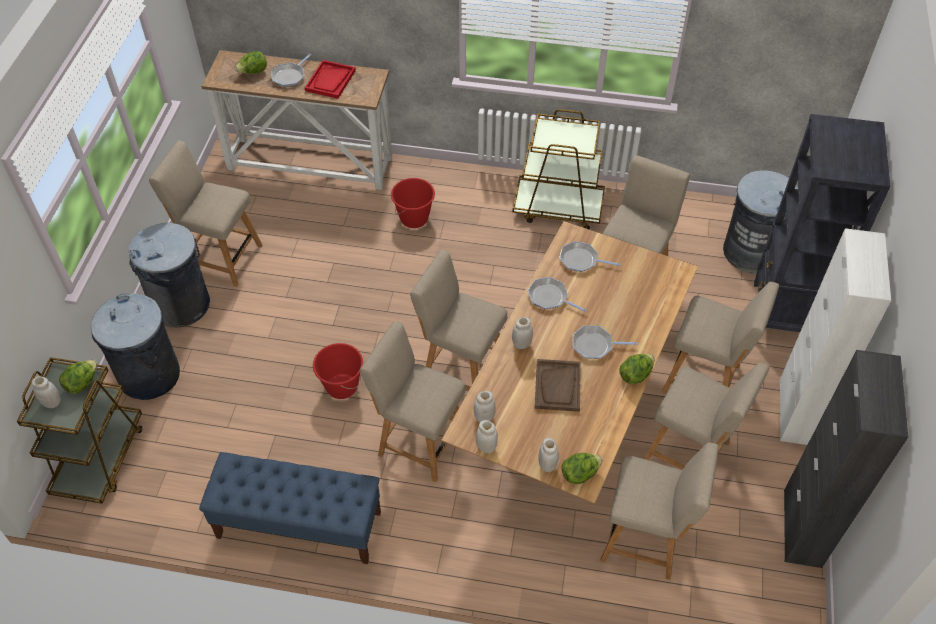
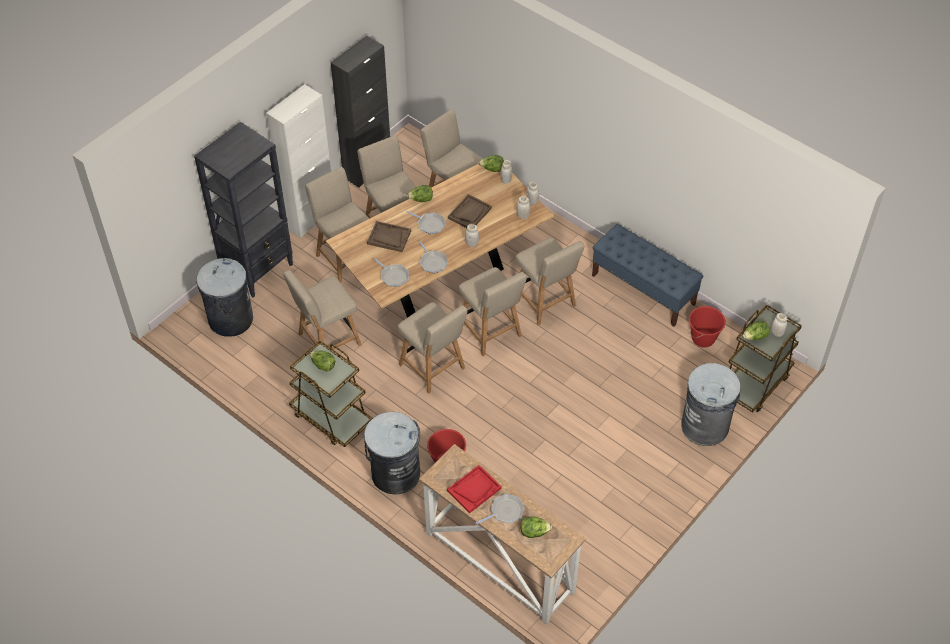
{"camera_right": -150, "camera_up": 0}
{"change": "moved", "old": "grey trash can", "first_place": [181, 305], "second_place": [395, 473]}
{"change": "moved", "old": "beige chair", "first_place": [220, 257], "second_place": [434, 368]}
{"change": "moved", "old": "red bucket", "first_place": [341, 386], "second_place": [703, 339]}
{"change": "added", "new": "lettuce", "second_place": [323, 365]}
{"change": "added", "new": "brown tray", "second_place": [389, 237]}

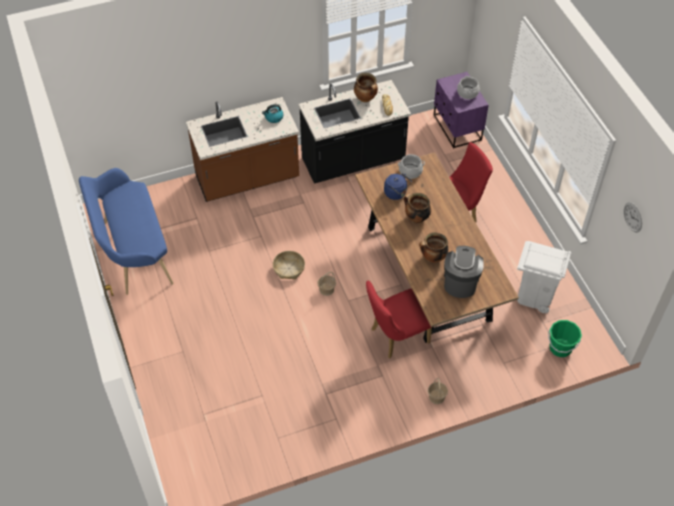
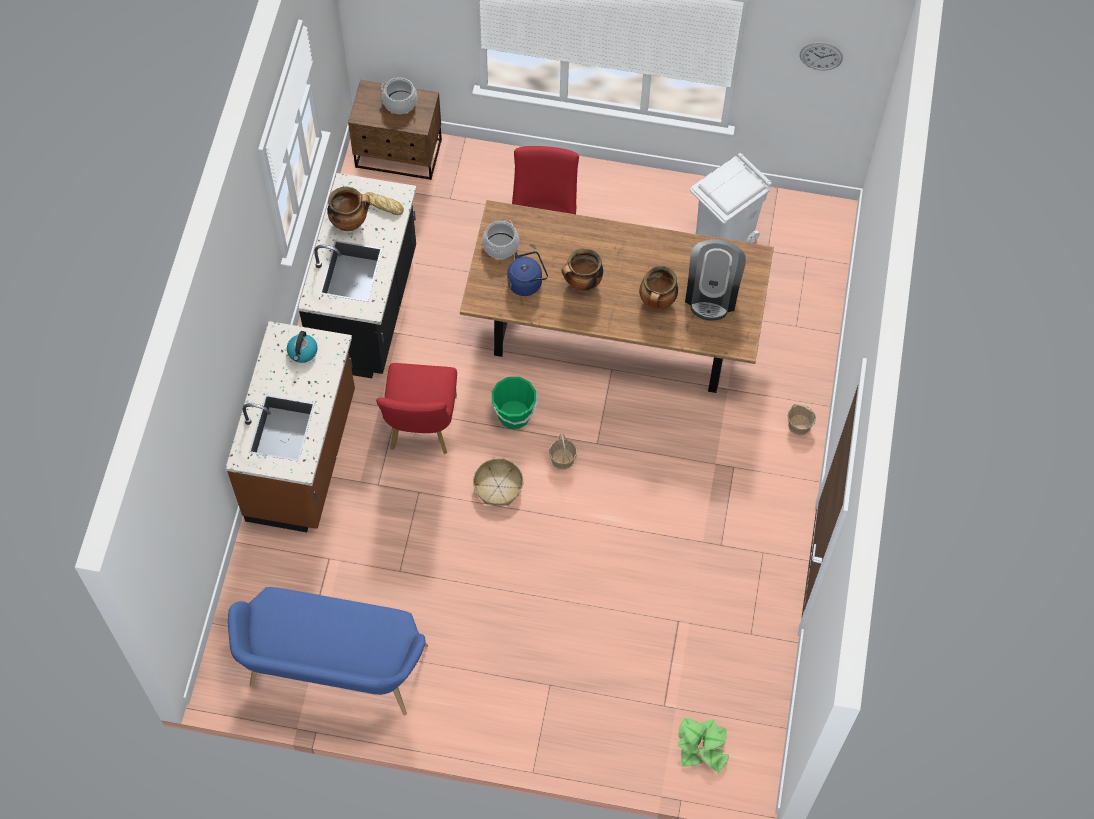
{"camera_right": -60, "camera_up": 10}
{"change": "moved", "old": "red chair", "first_place": [395, 337], "second_place": [421, 428]}
{"change": "recoloured", "old": "purple nightstand", "new": "brown nightstand", "first_place": [457, 128], "second_place": [399, 154]}
{"change": "turned", "old": "coffee machine", "first_place": [460, 281], "second_place": [712, 293], "degrees": -120}
{"change": "moved", "old": "green bucket", "first_place": [560, 348], "second_place": [514, 415]}
{"change": "added", "new": "potted plant", "second_place": [702, 746]}

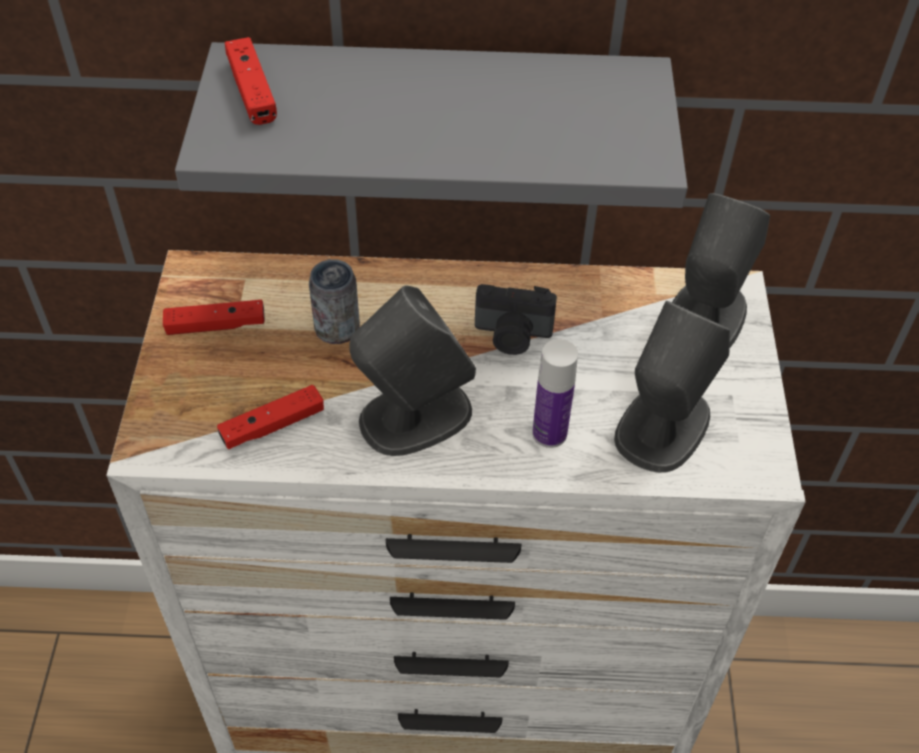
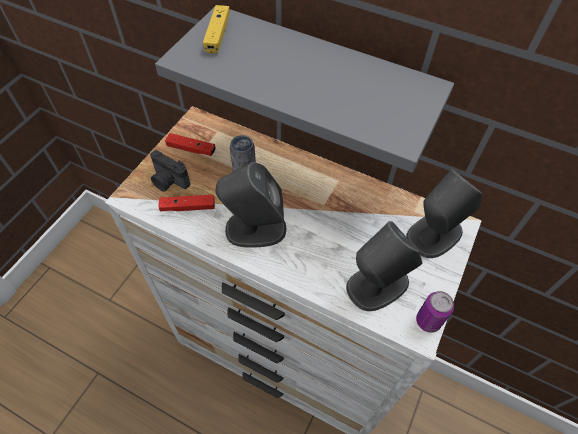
{"camera_right": 25, "camera_up": 5}
{"change": "recoloured", "old": "red game controller", "new": "yellow game controller", "first_place": [252, 91], "second_place": [217, 35]}
{"change": "moved", "old": "photo camera", "first_place": [512, 336], "second_place": [168, 181]}
{"change": "removed", "old": "bottle", "first_place": [549, 433]}
{"change": "added", "new": "can", "second_place": [428, 321]}

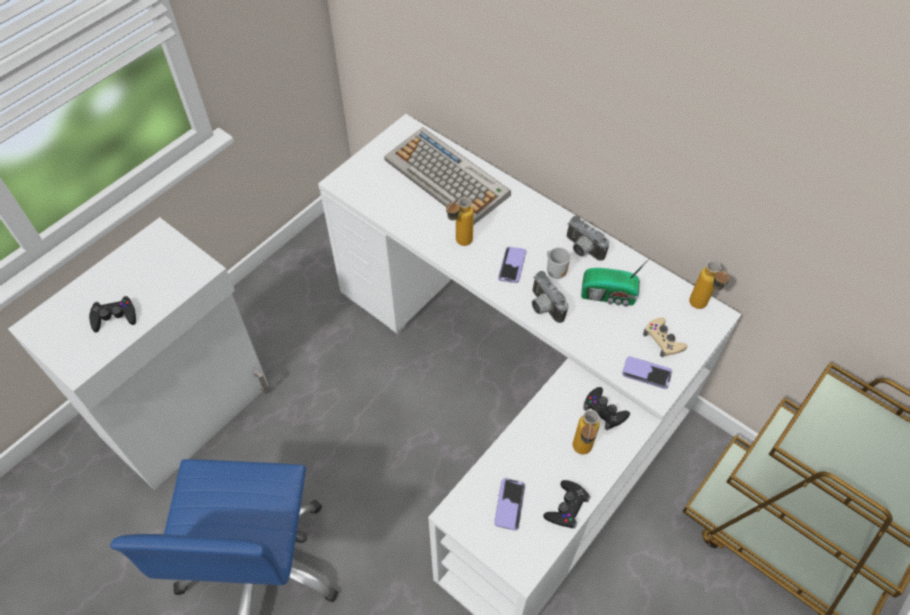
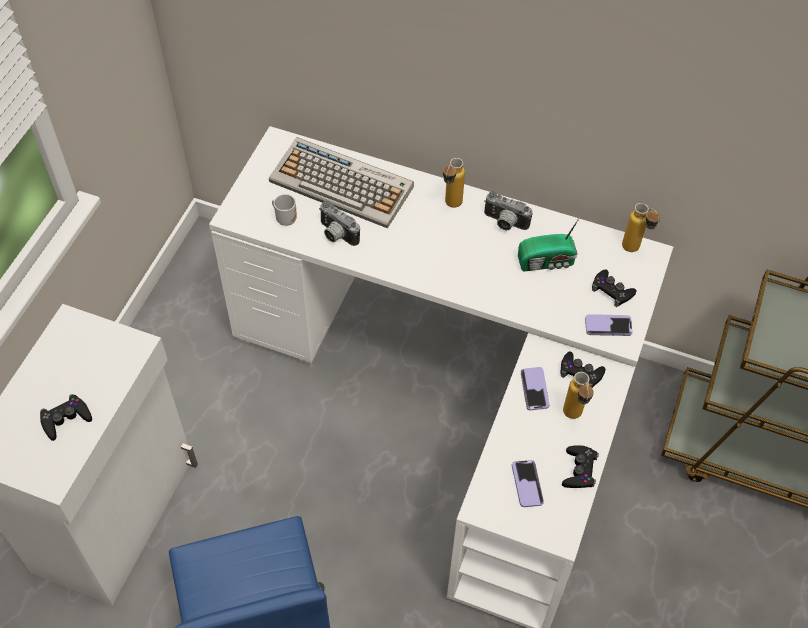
{"camera_right": -20, "camera_up": 0}
{"change": "moved", "old": "bottle", "first_place": [459, 244], "second_place": [450, 206]}
{"change": "moved", "old": "phone", "first_place": [512, 265], "second_place": [534, 389]}
{"change": "moved", "old": "photo camera", "first_place": [543, 307], "second_place": [336, 235]}
{"change": "moved", "old": "mug", "first_place": [556, 271], "second_place": [286, 219]}
{"change": "recoloured", "old": "beige game controller", "new": "black game controller", "first_place": [663, 340], "second_place": [612, 291]}

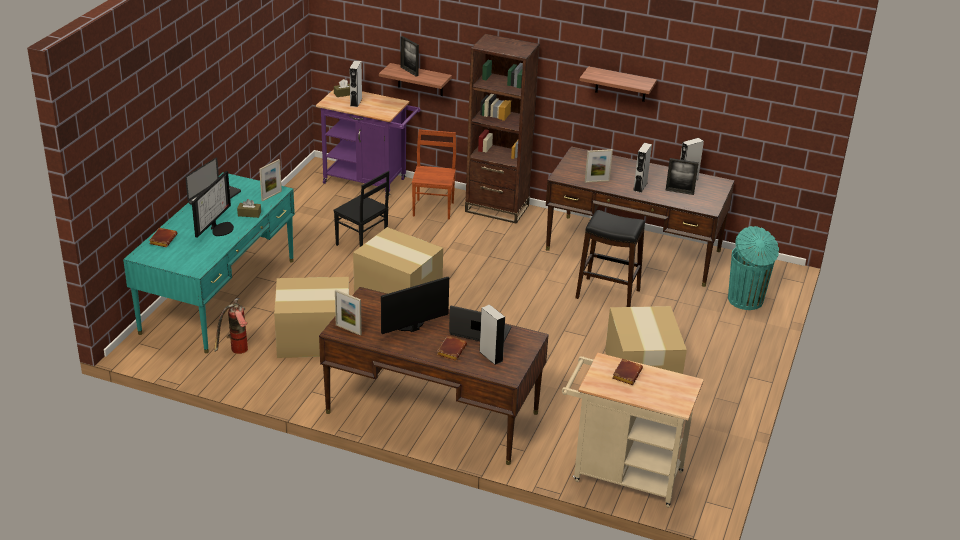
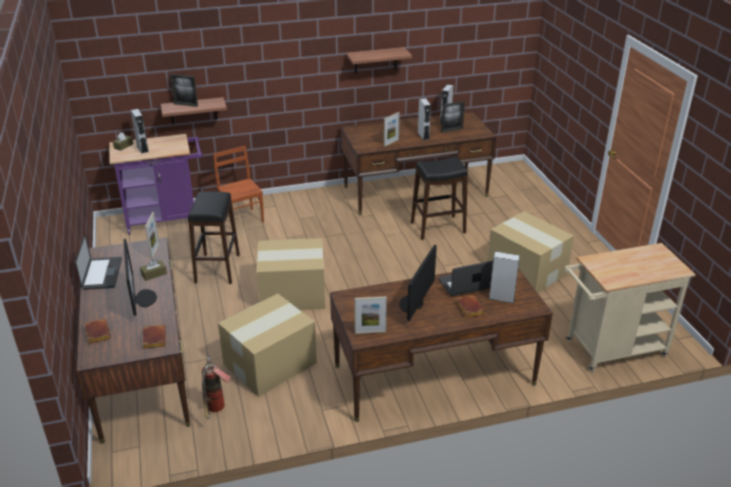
{"camera_right": -35, "camera_up": 0}
{"change": "recoloured", "old": "turquoise desk", "new": "brown desk", "first_place": [219, 296], "second_place": [142, 368]}
{"change": "replaced", "old": "black chair", "new": "black stool", "first_place": [362, 244], "second_place": [217, 269]}
{"change": "removed", "old": "brown bookcase", "first_place": [497, 209]}
{"change": "moved", "old": "brown book", "first_place": [626, 374], "second_place": [153, 339]}
{"change": "removed", "old": "turquoise trash can", "first_place": [746, 300]}

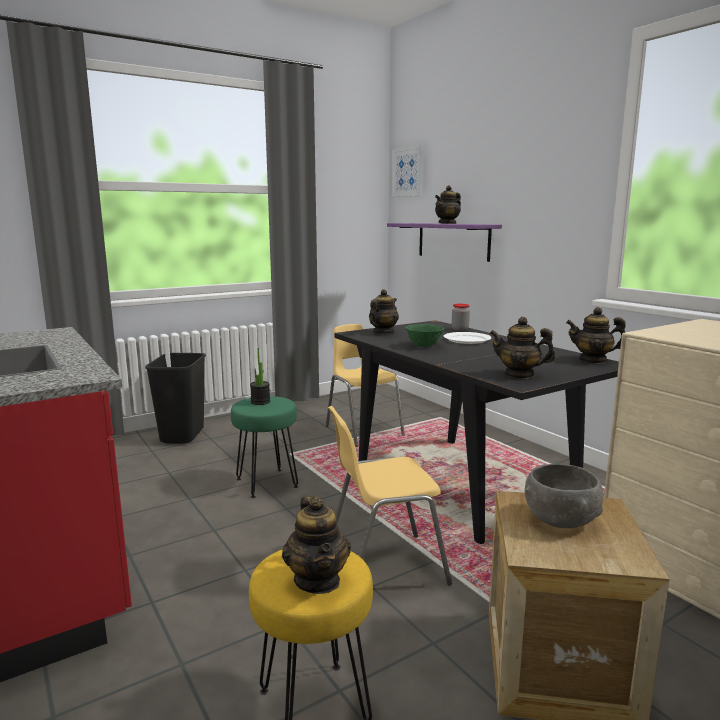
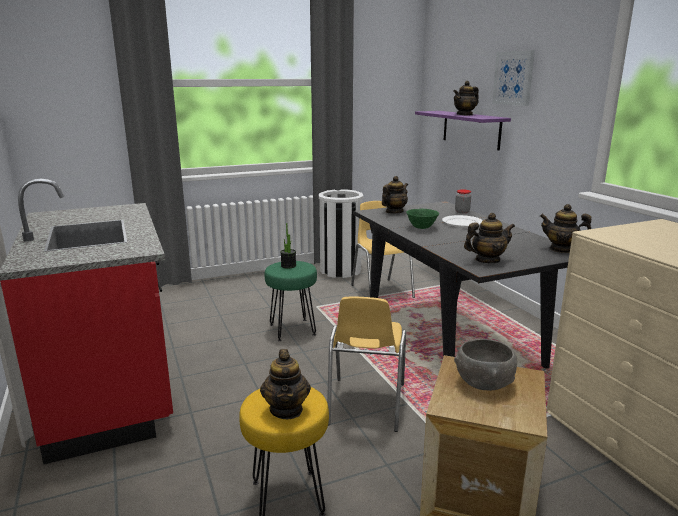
{"camera_right": 10, "camera_up": 5}
{"change": "removed", "old": "black trash can", "first_place": [183, 436]}
{"change": "turned", "old": "yellow chair", "first_place": [383, 567], "second_place": [365, 404], "degrees": -75}
{"change": "moved", "old": "picture", "first_place": [408, 172], "second_place": [513, 78]}
{"change": "turned", "old": "teapot", "first_place": [519, 375], "second_place": [487, 260], "degrees": 135}
{"change": "added", "new": "white trash can", "second_place": [340, 270]}

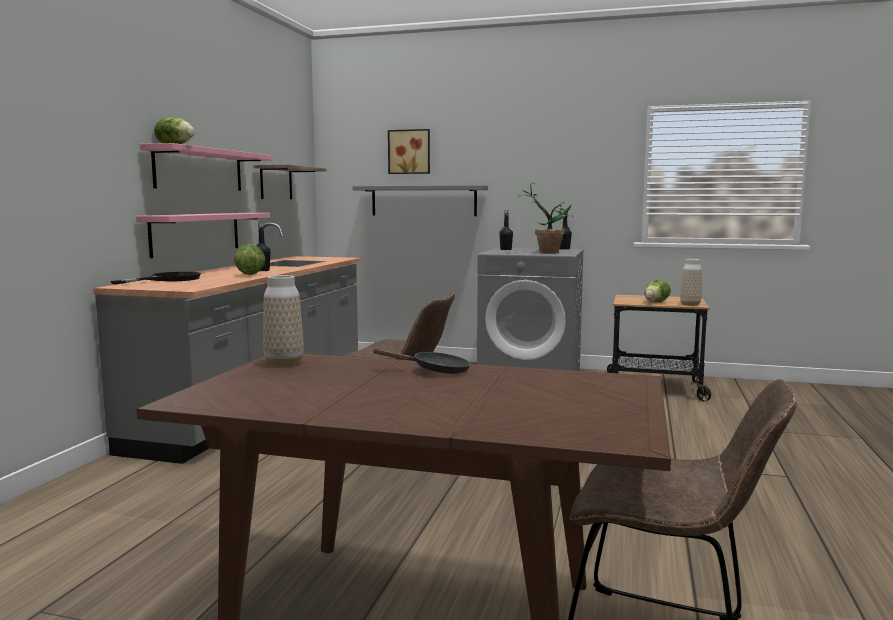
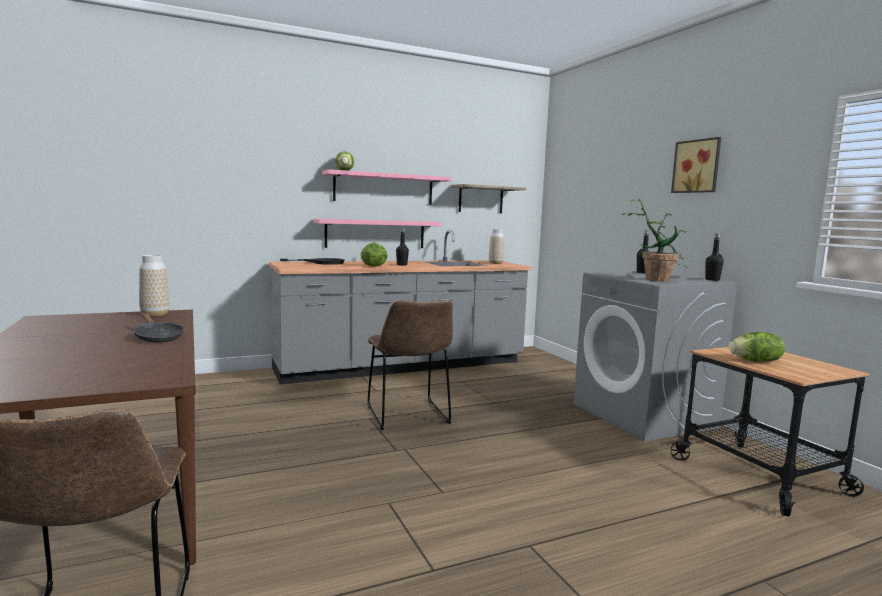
{"camera_right": 50, "camera_up": 0}
{"change": "removed", "old": "grey shelf", "first_place": [423, 201]}
{"change": "moved", "old": "picture", "first_place": [409, 152], "second_place": [697, 166]}
{"change": "moved", "old": "vase", "first_place": [690, 304], "second_place": [495, 263]}

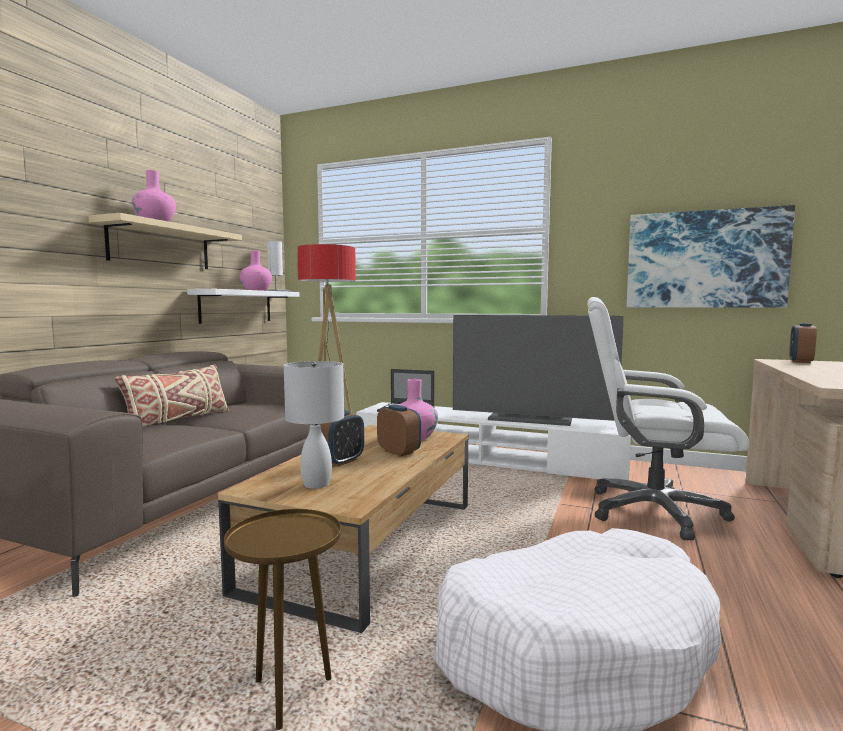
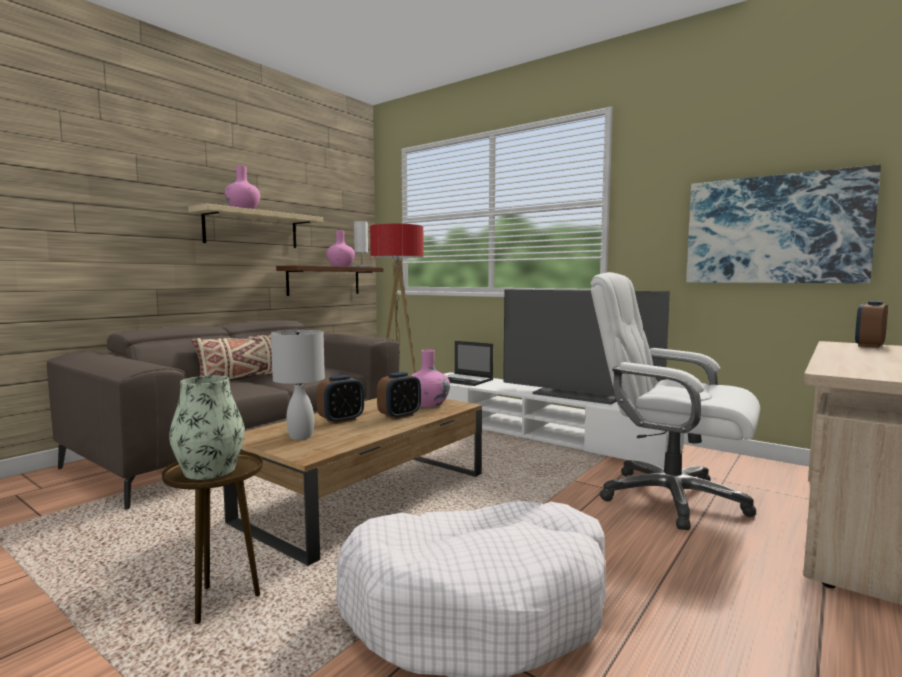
{"camera_right": 15, "camera_up": 0}
{"change": "recoloured", "old": "white shelf", "new": "brown shelf", "first_place": [236, 306], "second_place": [324, 280]}
{"change": "turned", "old": "alarm clock", "first_place": [399, 452], "second_place": [399, 415], "degrees": 75}
{"change": "added", "new": "vase", "second_place": [210, 471]}

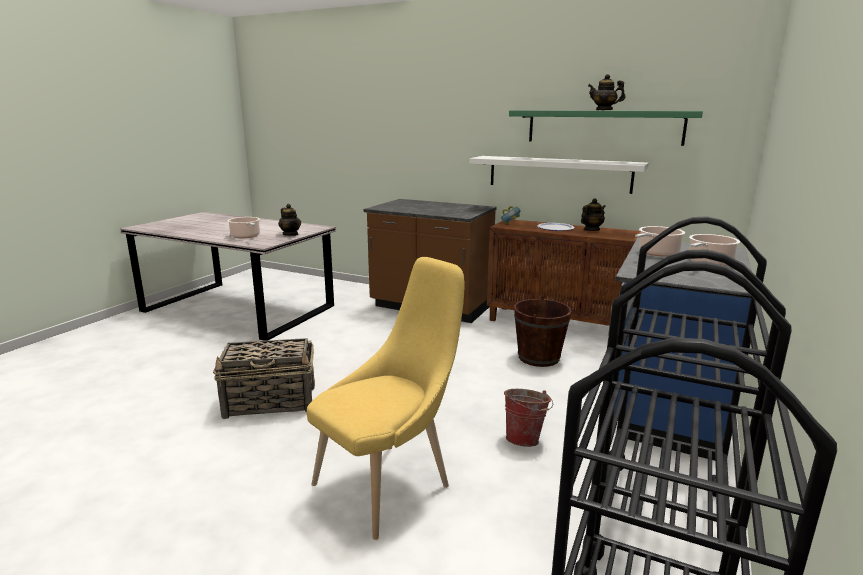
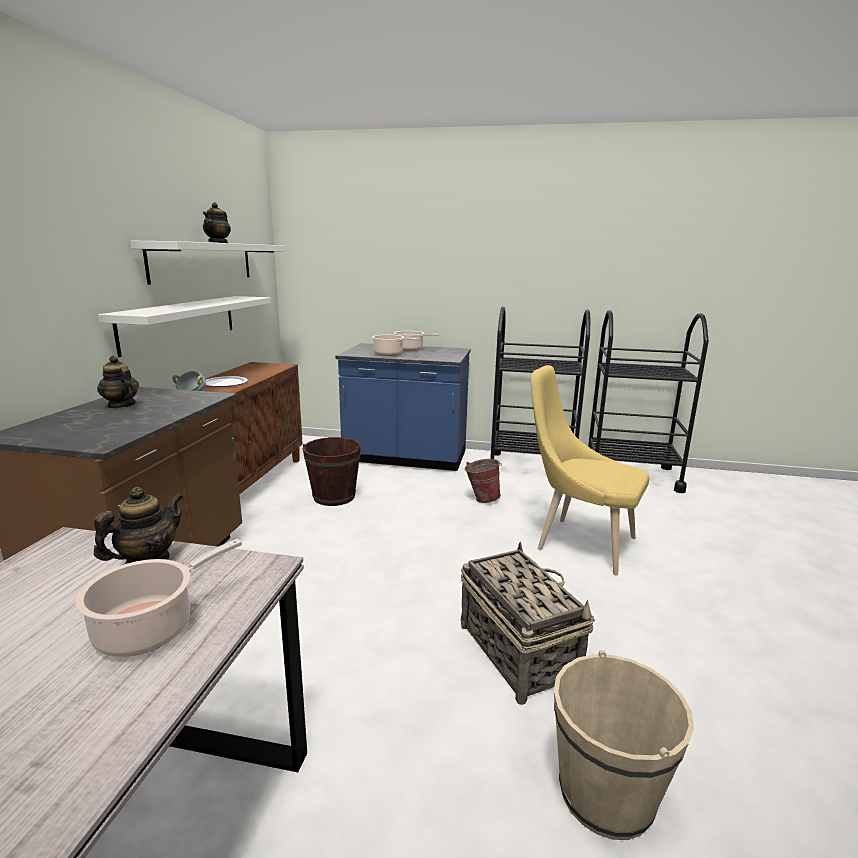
{"camera_right": -105, "camera_up": 0}
{"change": "recoloured", "old": "green shelf", "new": "white shelf", "first_place": [603, 127], "second_place": [203, 261]}
{"change": "moved", "old": "teapot", "first_place": [591, 230], "second_place": [121, 405]}
{"change": "added", "new": "beige bucket", "second_place": [606, 794]}

